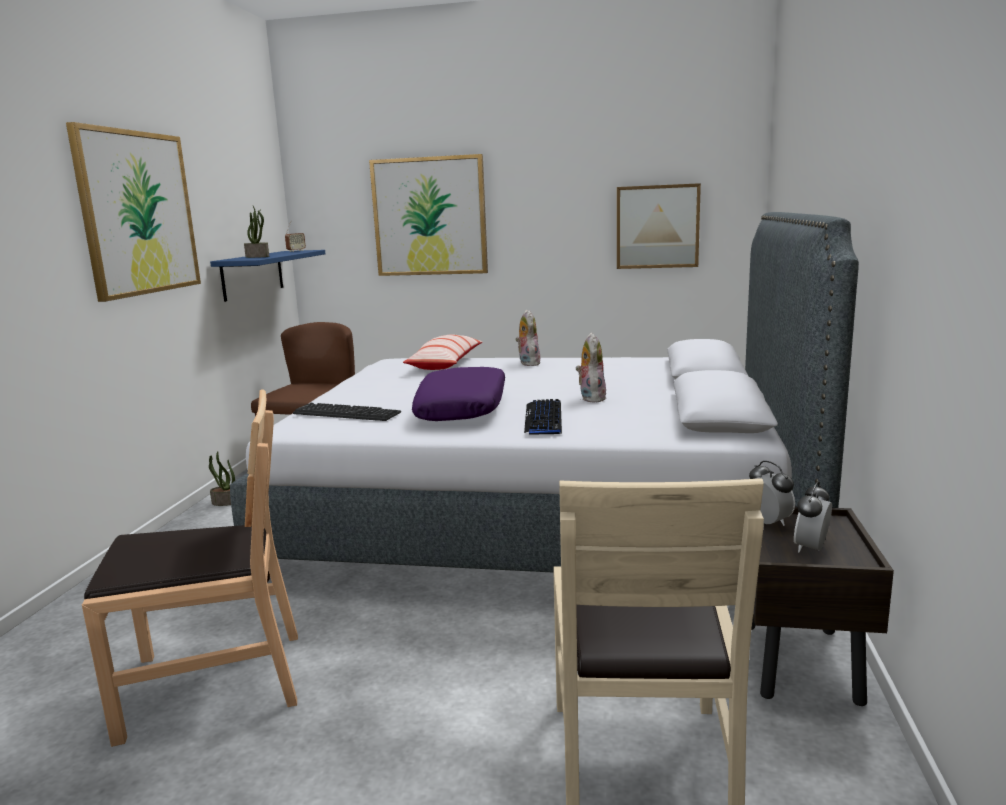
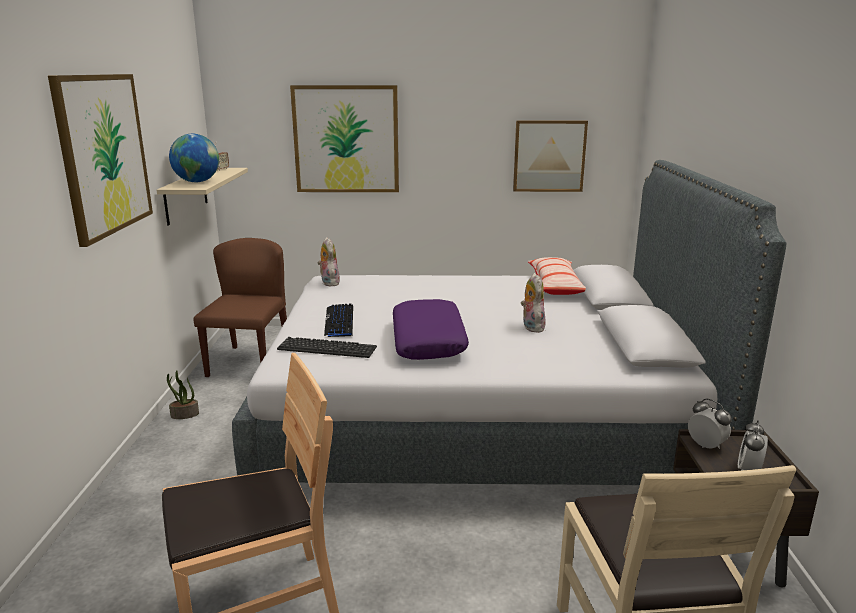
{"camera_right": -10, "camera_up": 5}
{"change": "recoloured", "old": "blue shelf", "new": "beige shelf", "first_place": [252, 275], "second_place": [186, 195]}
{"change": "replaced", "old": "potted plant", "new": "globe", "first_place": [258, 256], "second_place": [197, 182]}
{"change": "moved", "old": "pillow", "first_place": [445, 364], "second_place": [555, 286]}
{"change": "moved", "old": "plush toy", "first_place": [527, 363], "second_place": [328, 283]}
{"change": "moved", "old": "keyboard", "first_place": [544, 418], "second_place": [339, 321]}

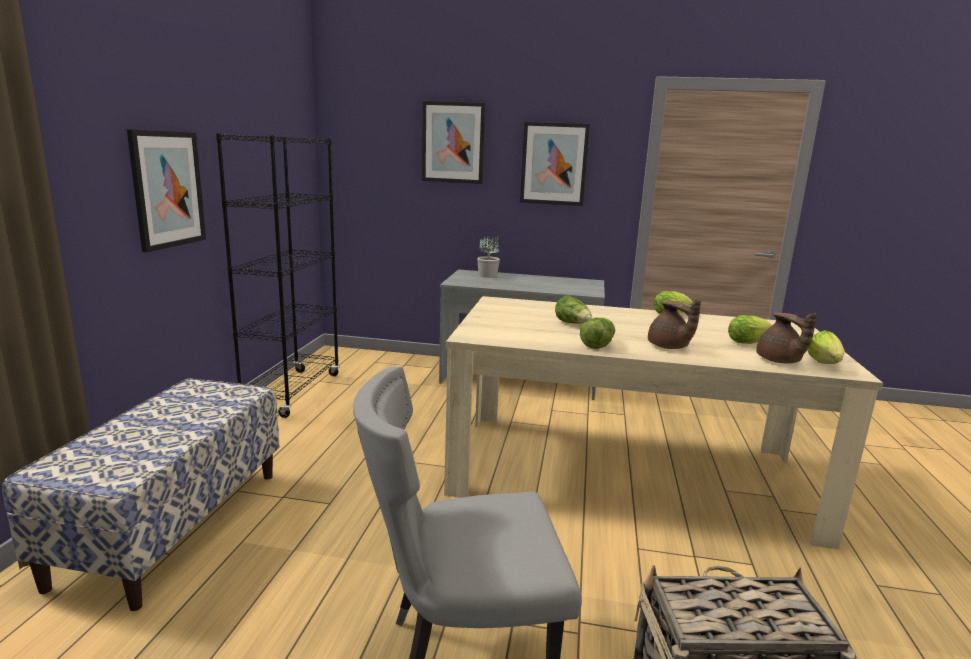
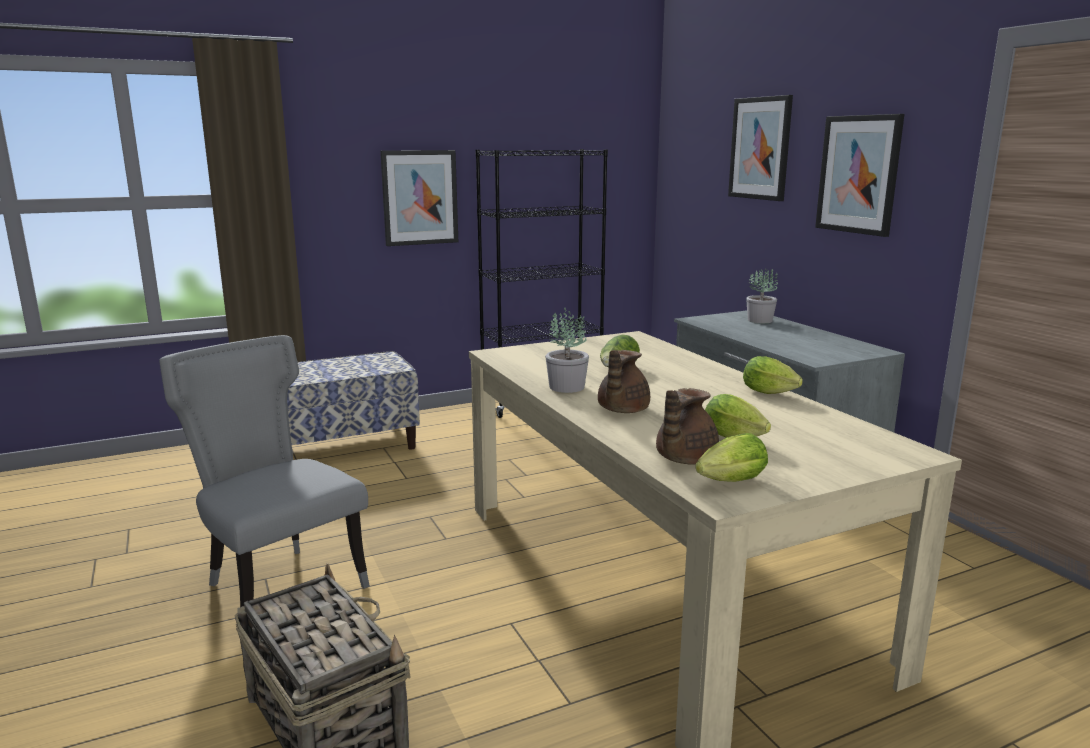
{"camera_right": 55, "camera_up": 0}
{"change": "replaced", "old": "lettuce", "new": "potted plant", "first_place": [597, 344], "second_place": [566, 387]}

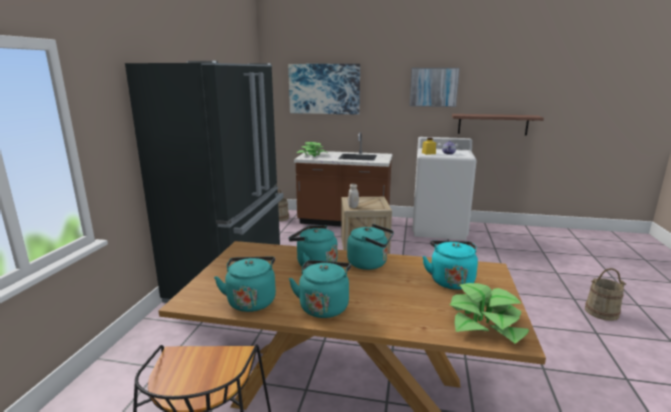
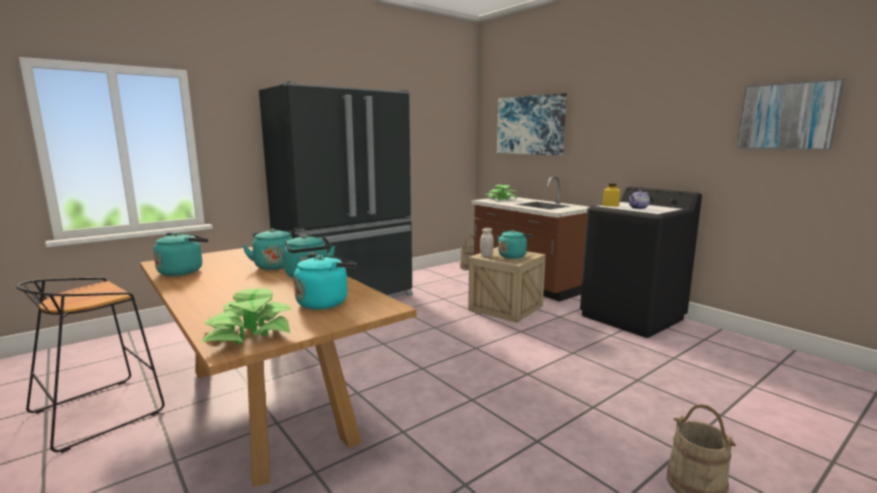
{"camera_right": 40, "camera_up": -5}
{"change": "moved", "old": "turquoise kettle", "first_place": [324, 306], "second_place": [513, 256]}
{"change": "moved", "old": "picture", "first_place": [433, 87], "second_place": [787, 116]}
{"change": "recoloured", "old": "white washing machine", "new": "black washing machine", "first_place": [439, 228], "second_place": [632, 317]}
{"change": "removed", "old": "shelf", "first_place": [492, 124]}

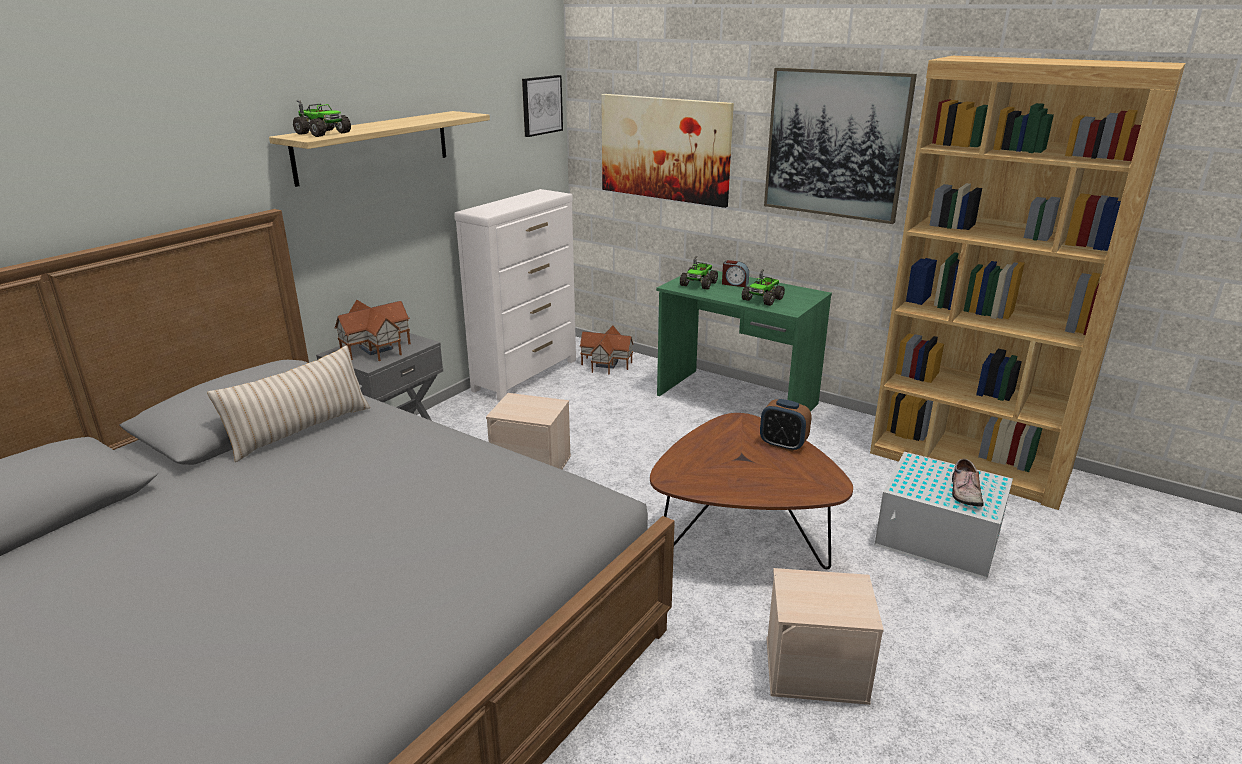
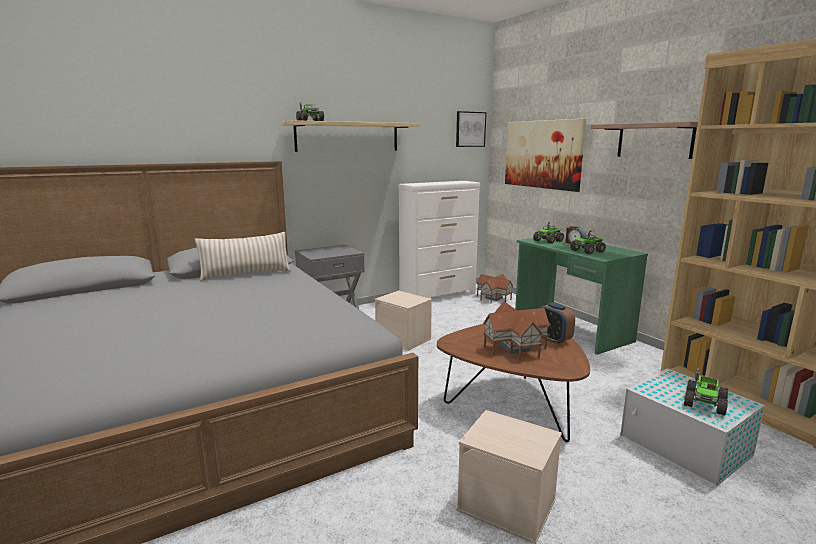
{"camera_right": 25, "camera_up": -10}
{"change": "moved", "old": "toy house", "first_place": [376, 348], "second_place": [515, 347]}
{"change": "replaced", "old": "picture", "new": "shelf", "first_place": [835, 144], "second_place": [654, 140]}
{"change": "replaced", "old": "shoe", "new": "toy truck", "first_place": [964, 491], "second_place": [705, 403]}

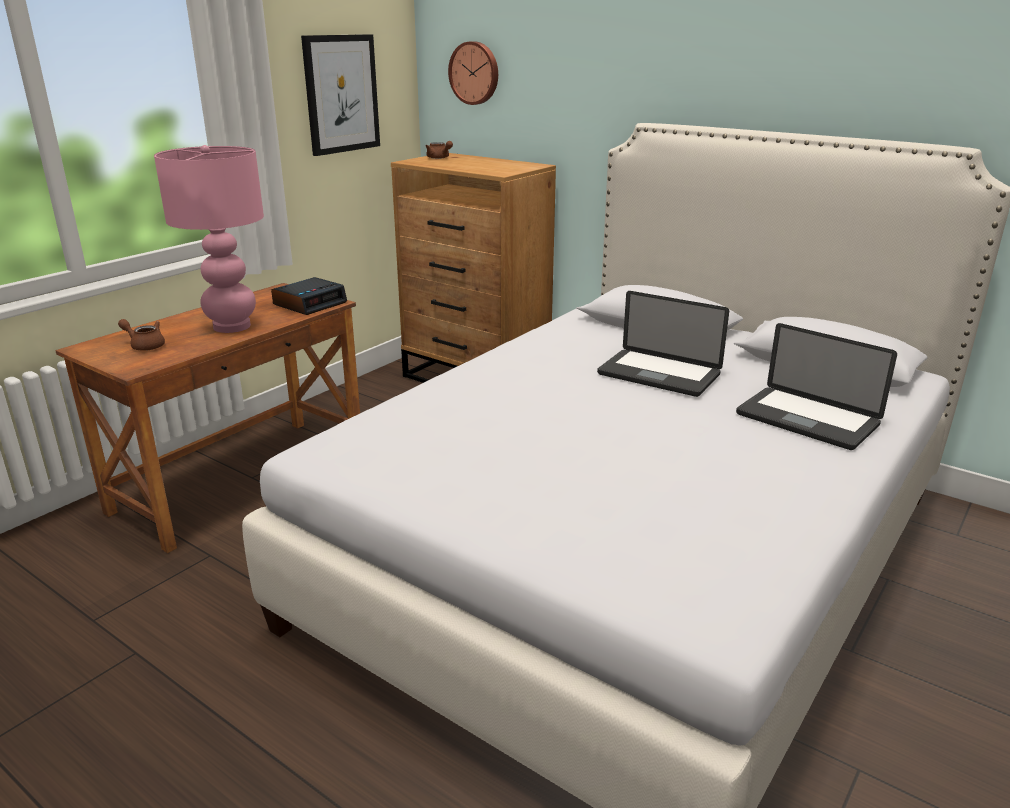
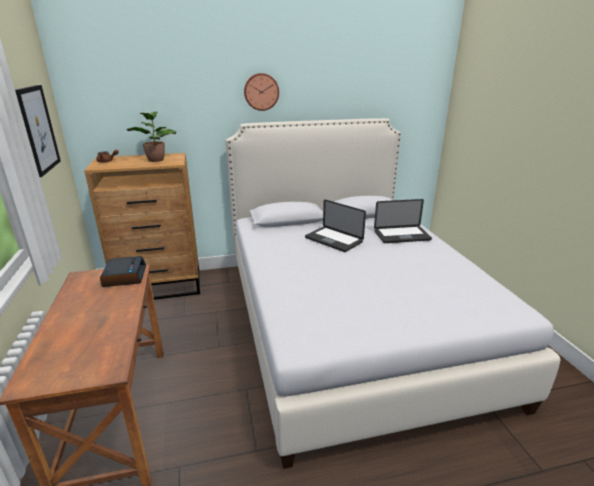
{"camera_right": -50, "camera_up": 0}
{"change": "removed", "old": "brown teapot", "first_place": [145, 345]}
{"change": "removed", "old": "pink table lamp", "first_place": [231, 327]}
{"change": "moved", "old": "wall clock", "first_place": [475, 73], "second_place": [261, 92]}
{"change": "turned", "old": "laptop", "first_place": [658, 374], "second_place": [333, 240], "degrees": 60}
{"change": "added", "new": "potted plant", "second_place": [156, 159]}

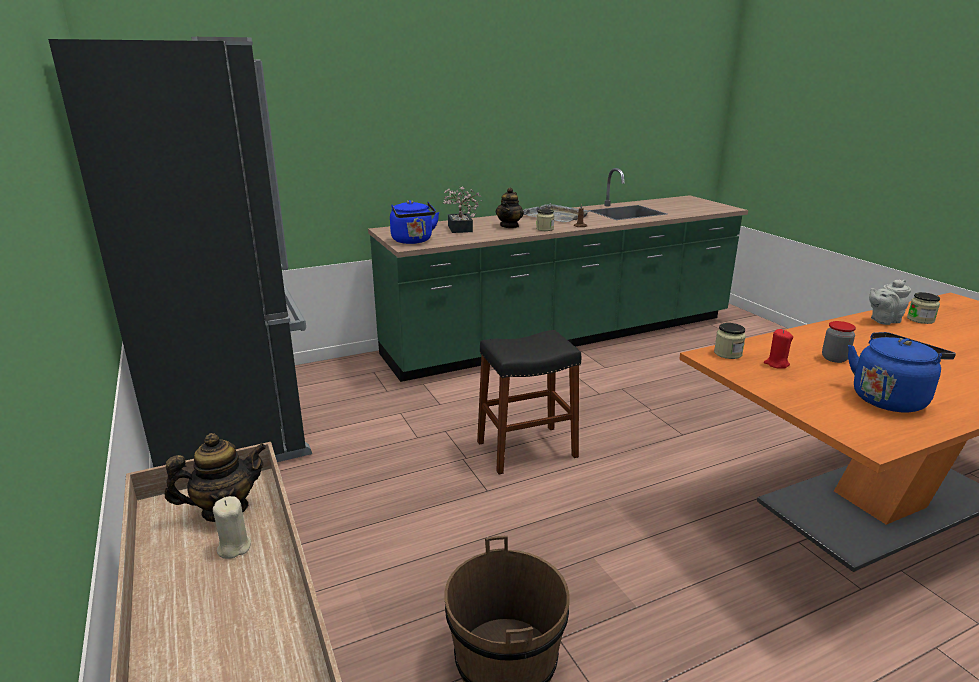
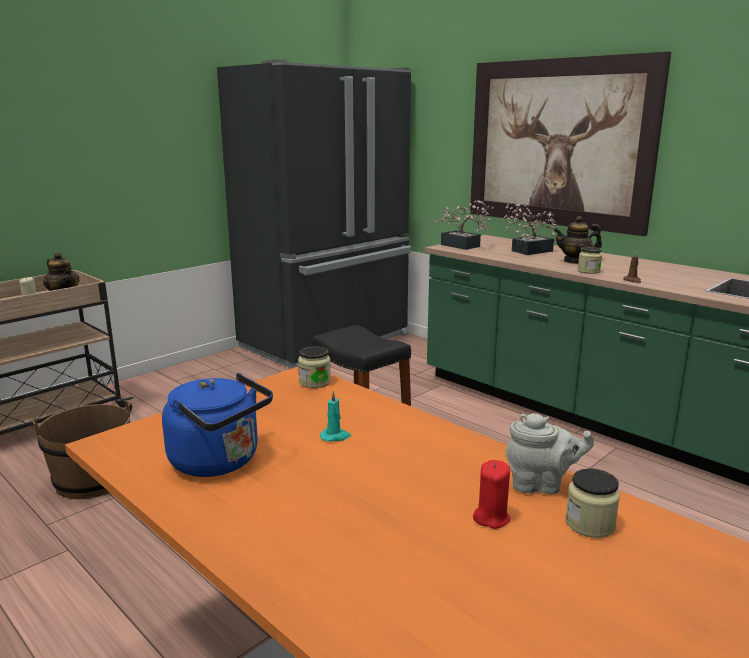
{"camera_right": 70, "camera_up": -5}
{"change": "replaced", "old": "blue kettle", "new": "potted plant", "first_place": [413, 241], "second_place": [463, 246]}
{"change": "removed", "old": "grey tray", "first_place": [555, 216]}
{"change": "moved", "old": "red candle", "first_place": [776, 364], "second_place": [491, 517]}
{"change": "replaced", "old": "jar", "new": "turquoise candle", "first_place": [834, 358], "second_place": [335, 436]}
{"change": "turned", "old": "grey teapot", "first_place": [883, 320], "second_place": [541, 485], "degrees": 135}
{"change": "added", "new": "picture", "second_place": [558, 143]}

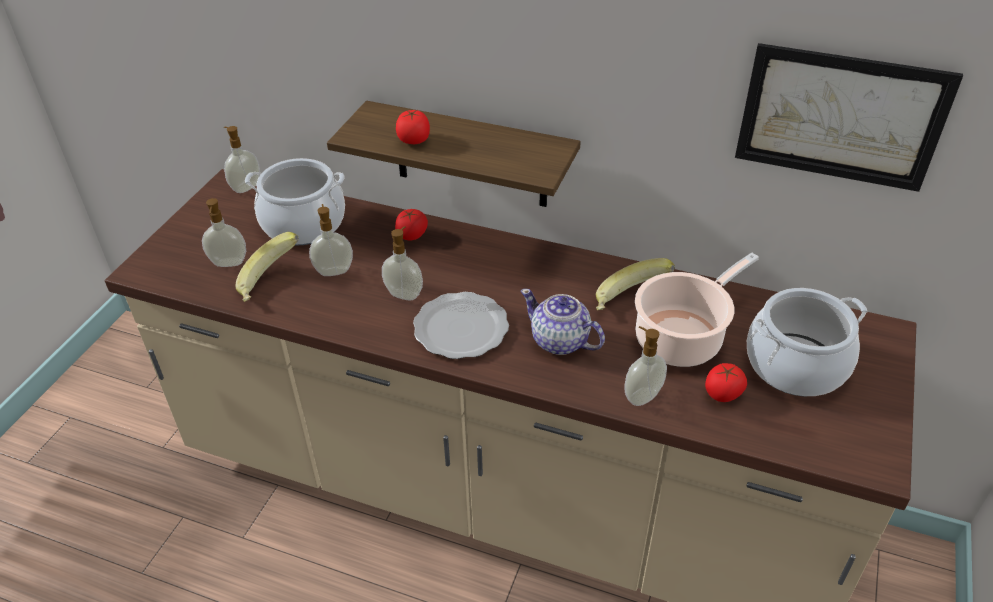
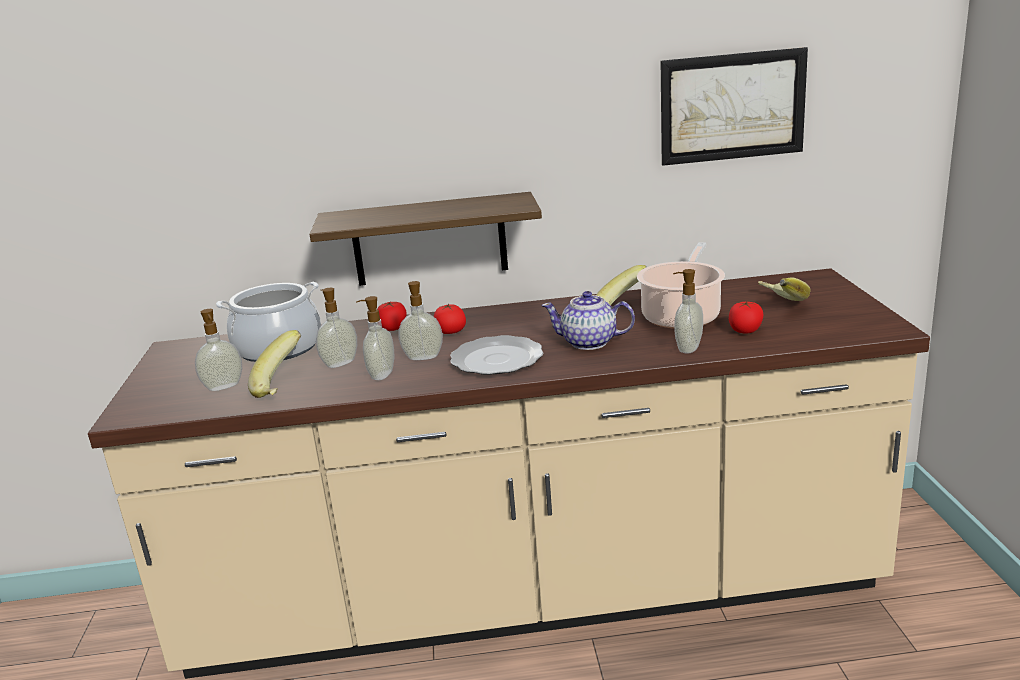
{"camera_right": -25, "camera_up": -20}
{"change": "moved", "old": "soap dispenser", "first_place": [245, 187], "second_place": [381, 375]}
{"change": "moved", "old": "tomato", "first_place": [413, 140], "second_place": [450, 332]}
{"change": "replaced", "old": "cooking pot", "new": "banana", "first_place": [795, 364], "second_place": [778, 305]}

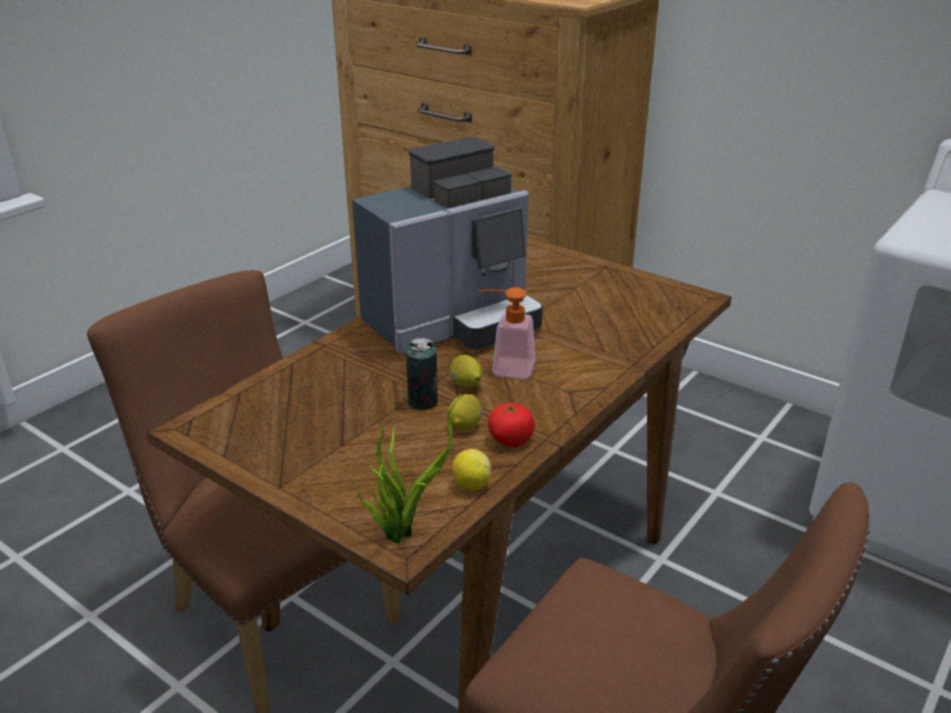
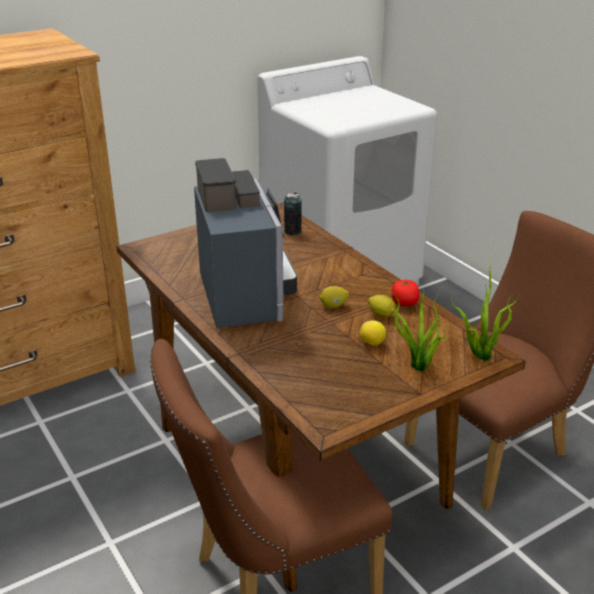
{"camera_right": -70, "camera_up": 0}
{"change": "moved", "old": "can", "first_place": [422, 402], "second_place": [292, 231]}
{"change": "moved", "old": "lemon", "first_place": [471, 484], "second_place": [371, 343]}
{"change": "removed", "old": "soap dispenser", "first_place": [505, 368]}
{"change": "added", "new": "potted plant", "second_place": [419, 368]}

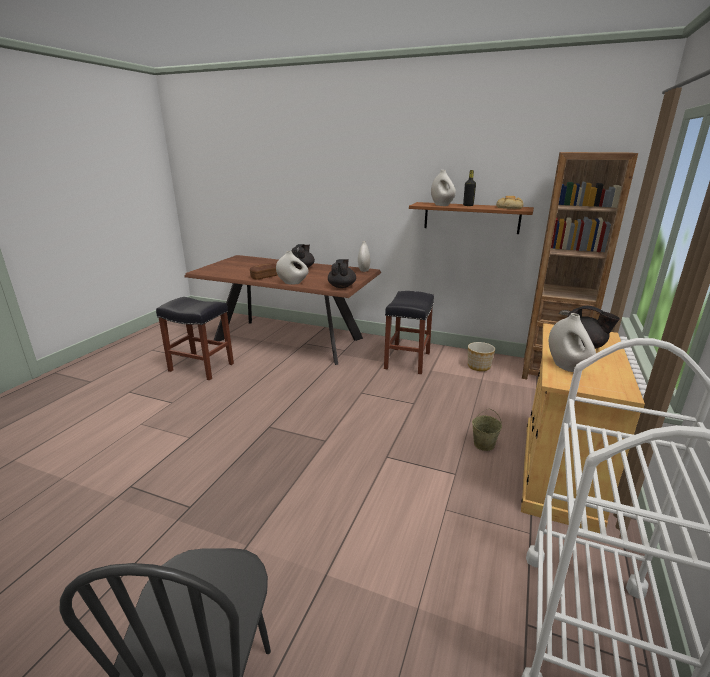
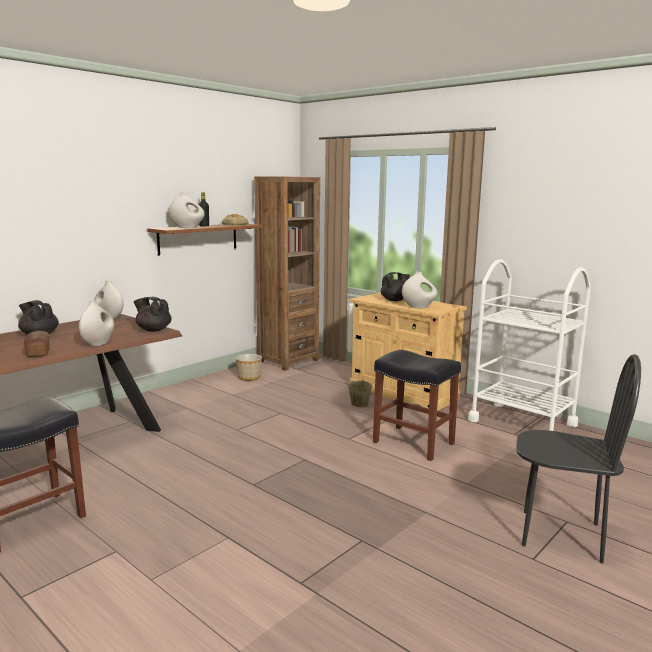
{"camera_right": -70, "camera_up": -10}
{"change": "moved", "old": "black stool", "first_place": [407, 361], "second_place": [414, 443]}

